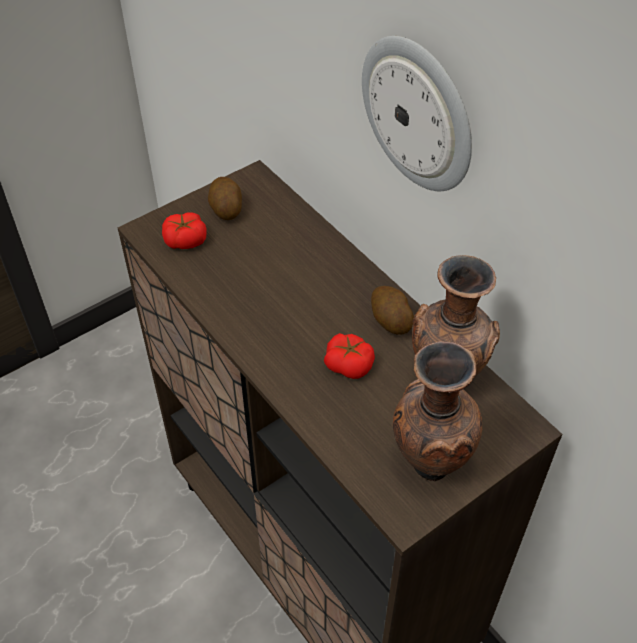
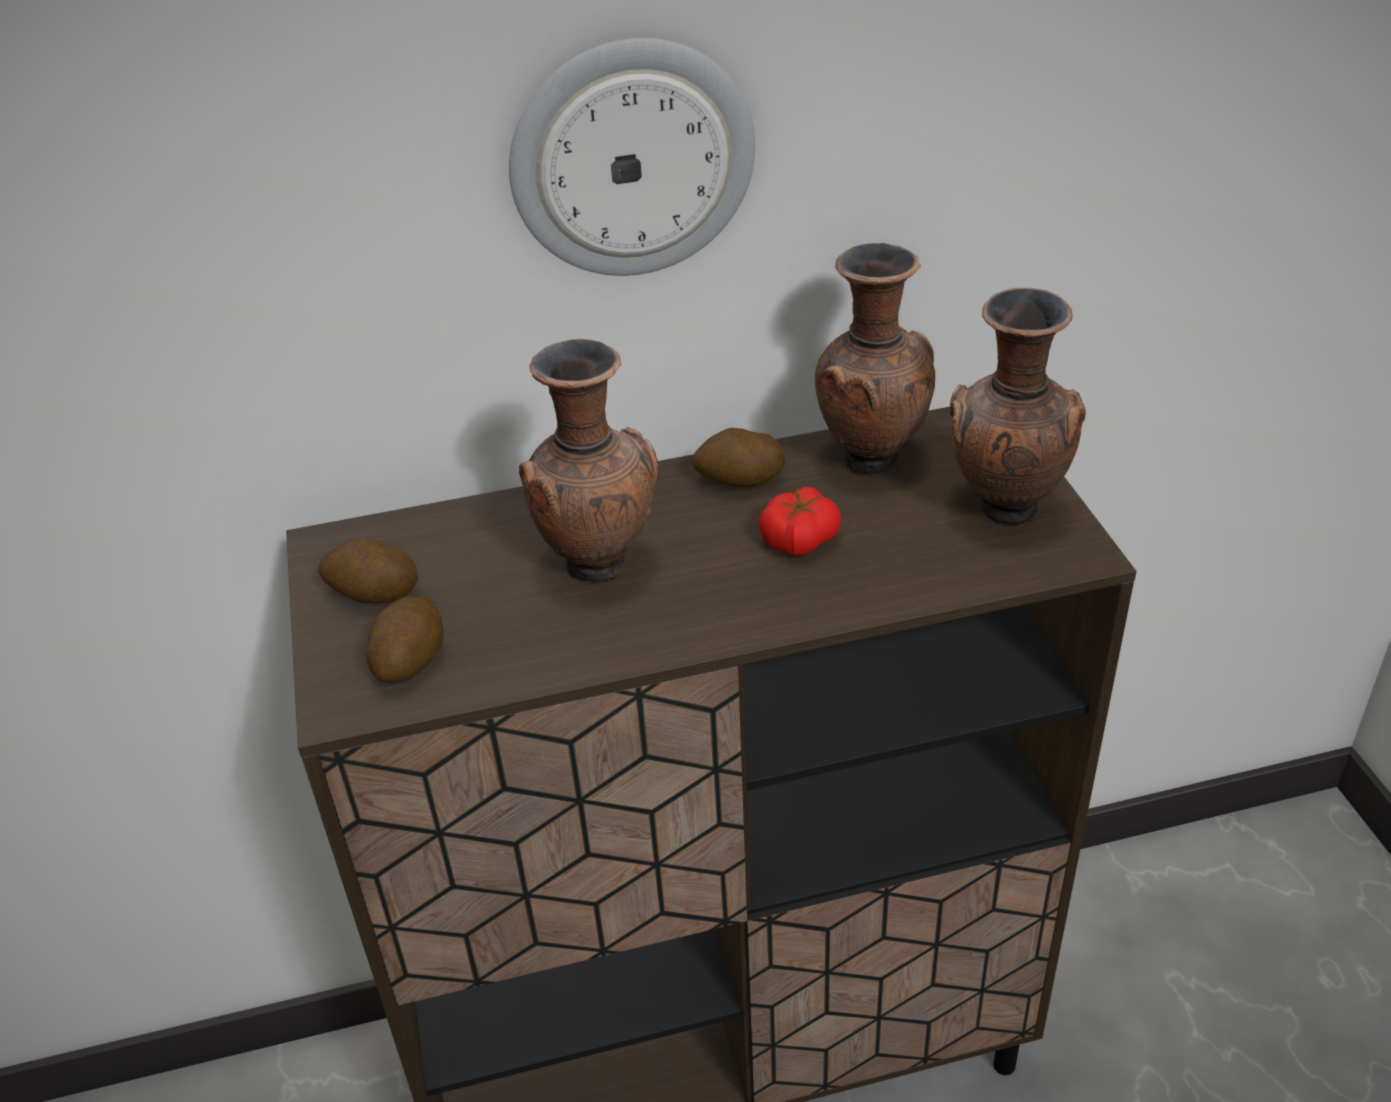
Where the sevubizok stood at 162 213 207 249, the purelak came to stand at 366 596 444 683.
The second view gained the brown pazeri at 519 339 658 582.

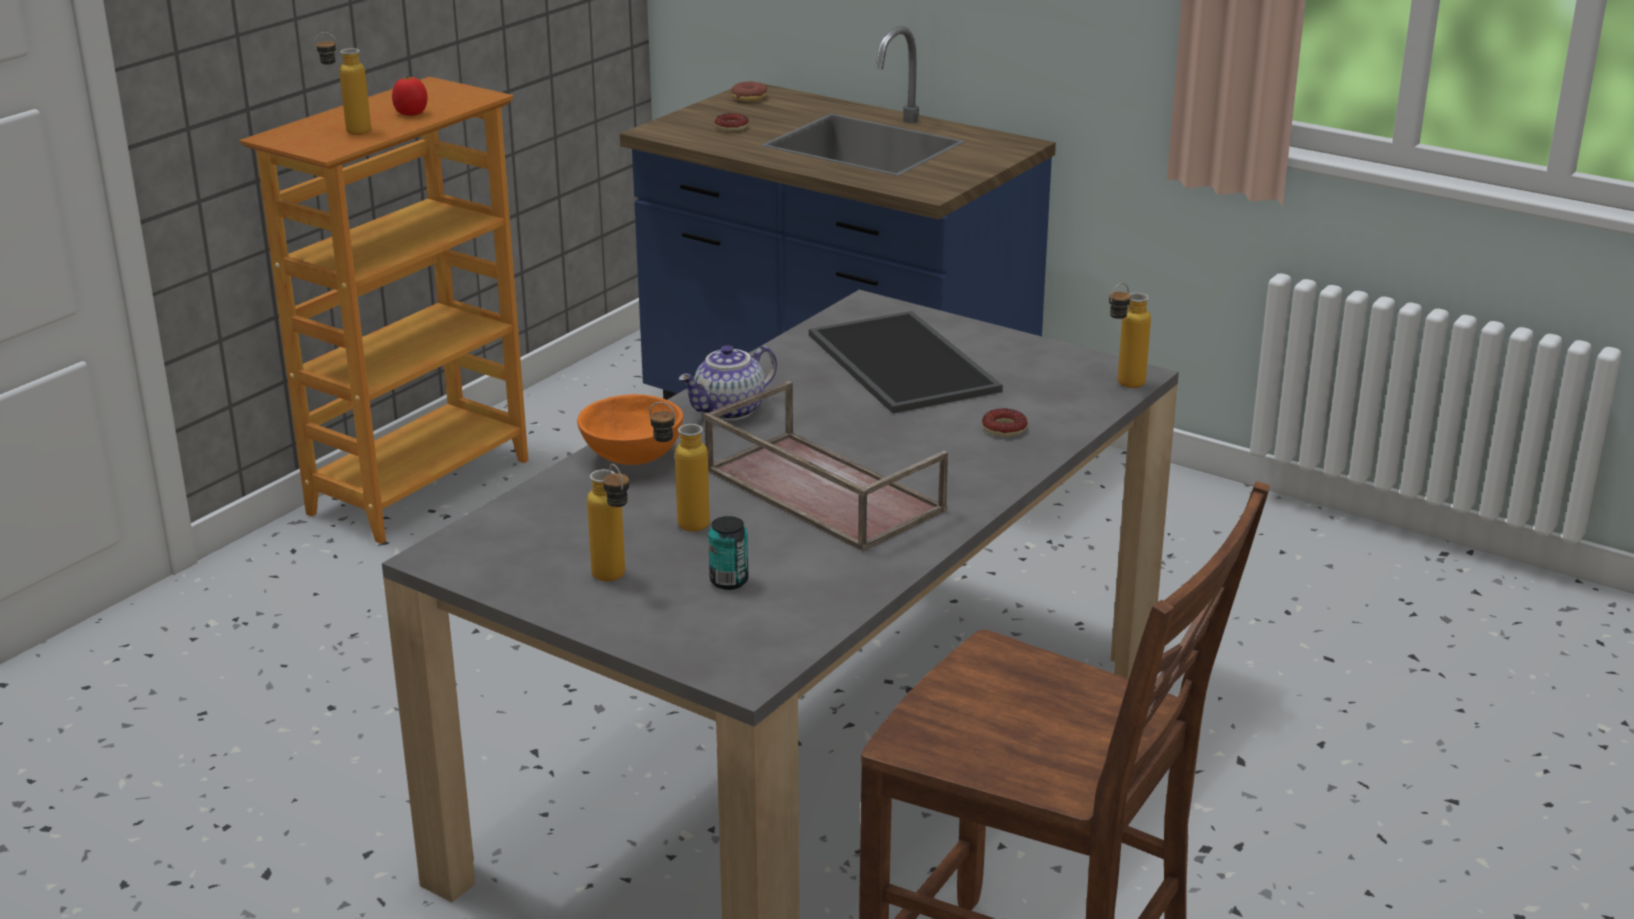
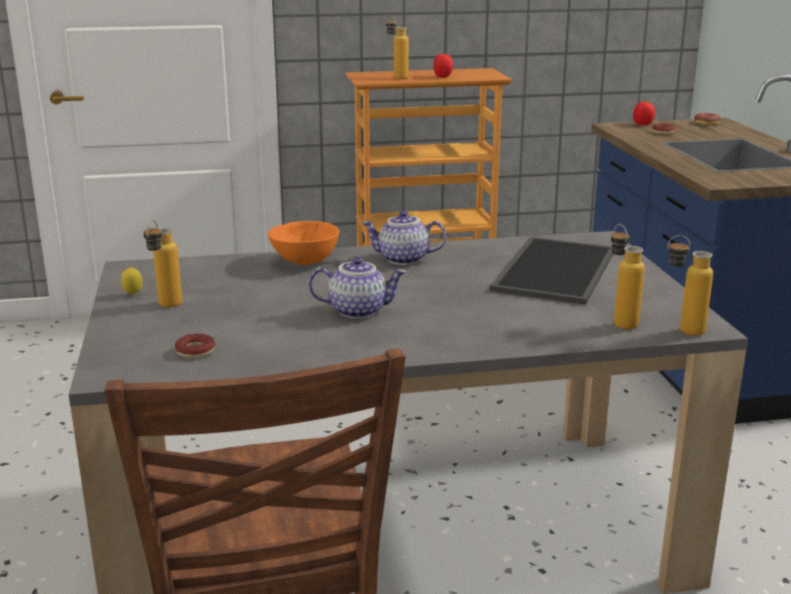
The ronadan ended up elsewhere, having gone from 650 402 710 532 to 611 224 645 329.
Where the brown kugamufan stood at 704 381 948 552, the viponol came to stand at 309 257 407 319.
The second view lost the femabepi at 708 516 748 590.
The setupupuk ended up elsewhere, having gone from 982 408 1028 437 to 175 334 215 358.
The second view gained the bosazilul at 121 267 143 295.
The second view gained the sevubizok at 633 101 655 125.

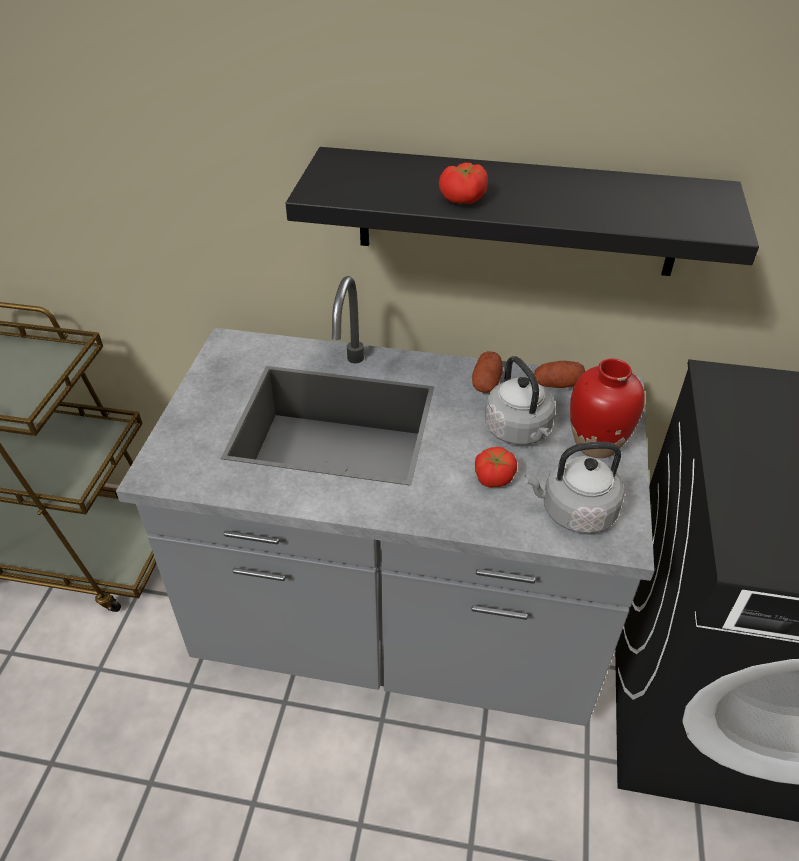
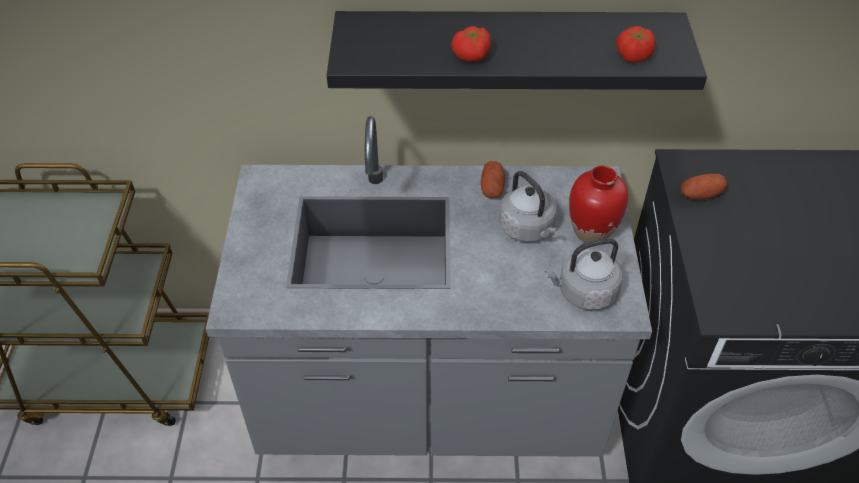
The sevubizok ended up elsewhere, having gone from 475 447 517 487 to 616 26 656 63.
The purelak ended up elsewhere, having gone from 534 361 585 388 to 681 174 727 199.

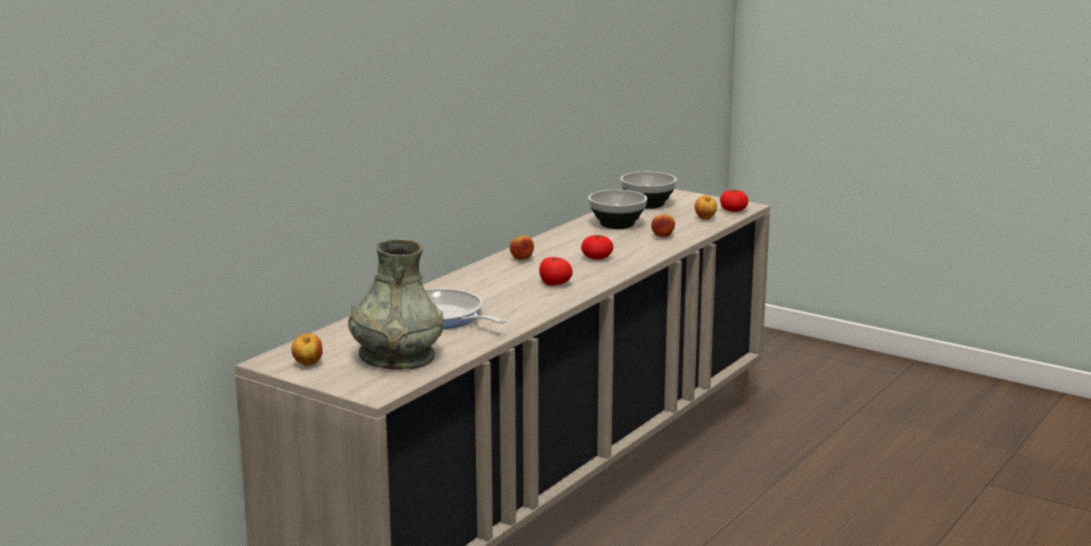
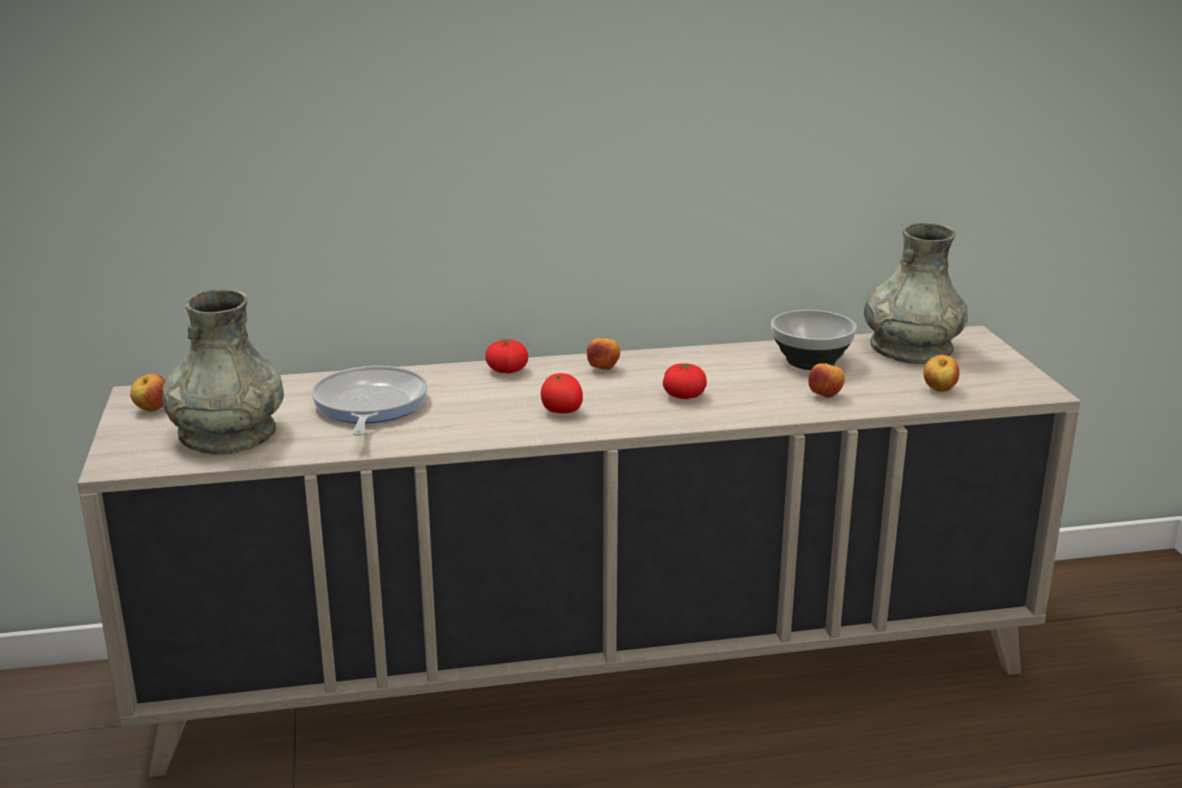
Where the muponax stood at 621 172 677 209, the grey pazeri came to stand at 864 223 968 364.
The sevubizok ended up elsewhere, having gone from 720 190 748 212 to 485 339 528 374.

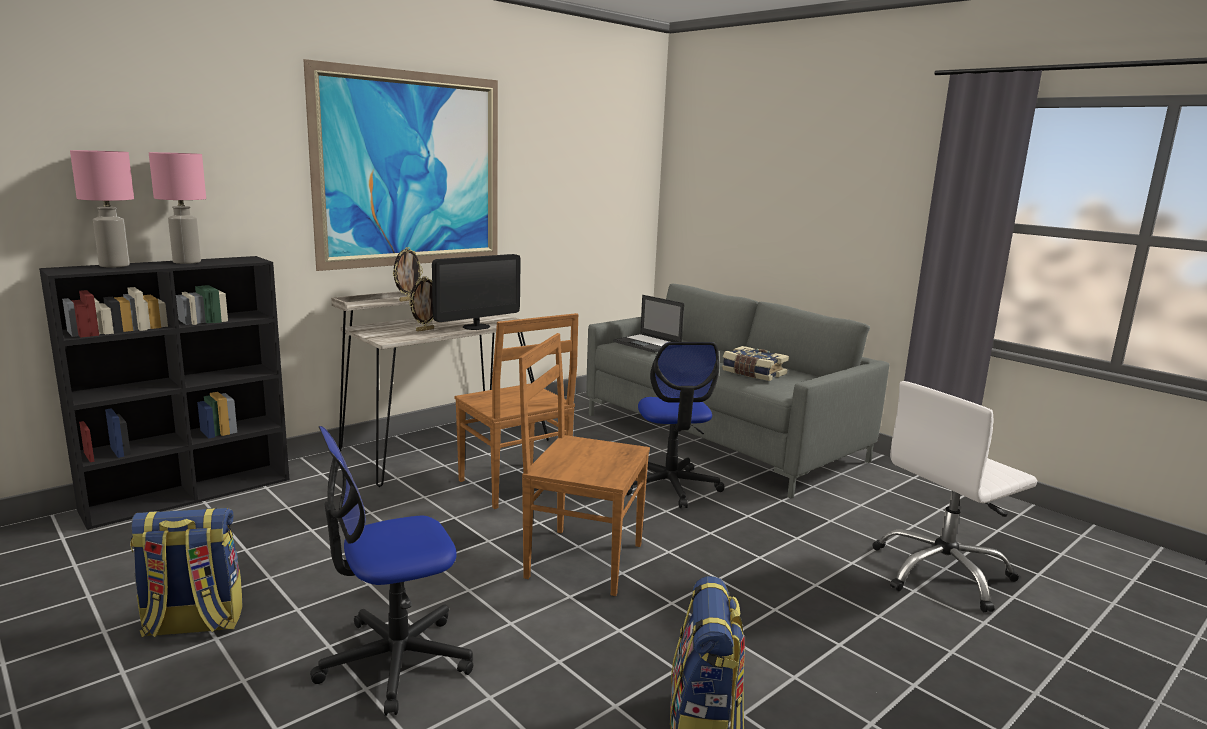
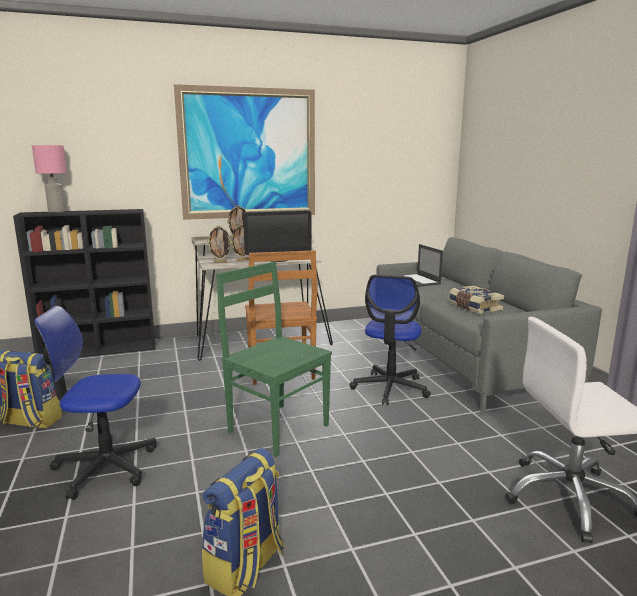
The second view lost the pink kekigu at 149 152 206 264.
What was the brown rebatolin at 519 333 650 596 turned into the green rebatolin at 216 262 332 457.
The second view gained the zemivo at 207 225 231 263.

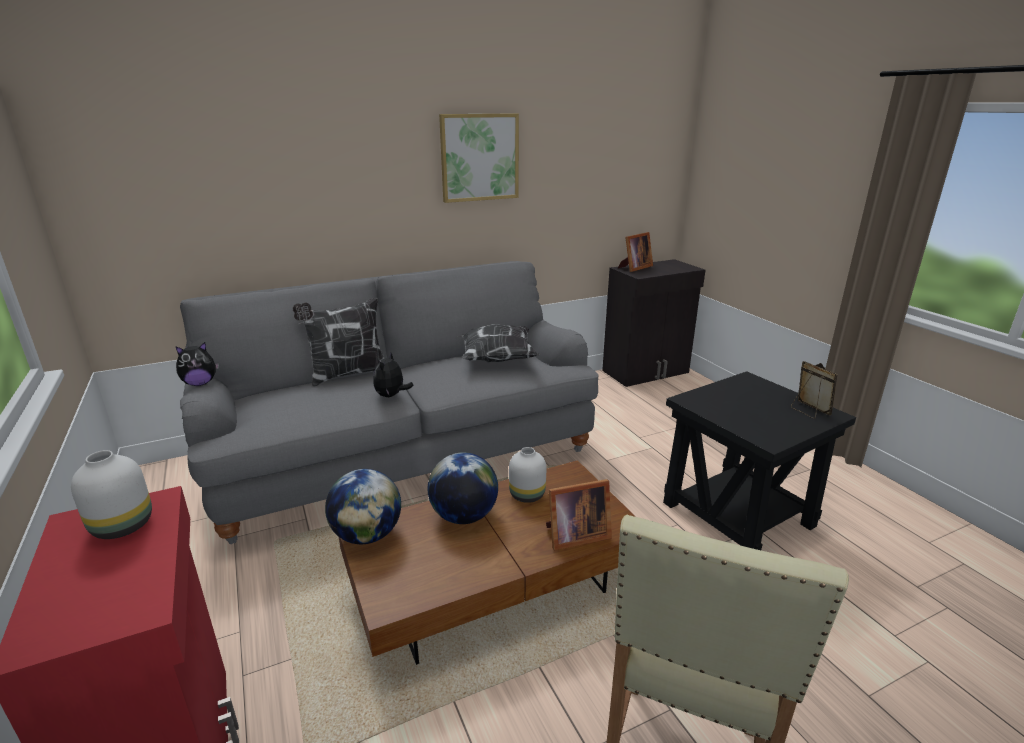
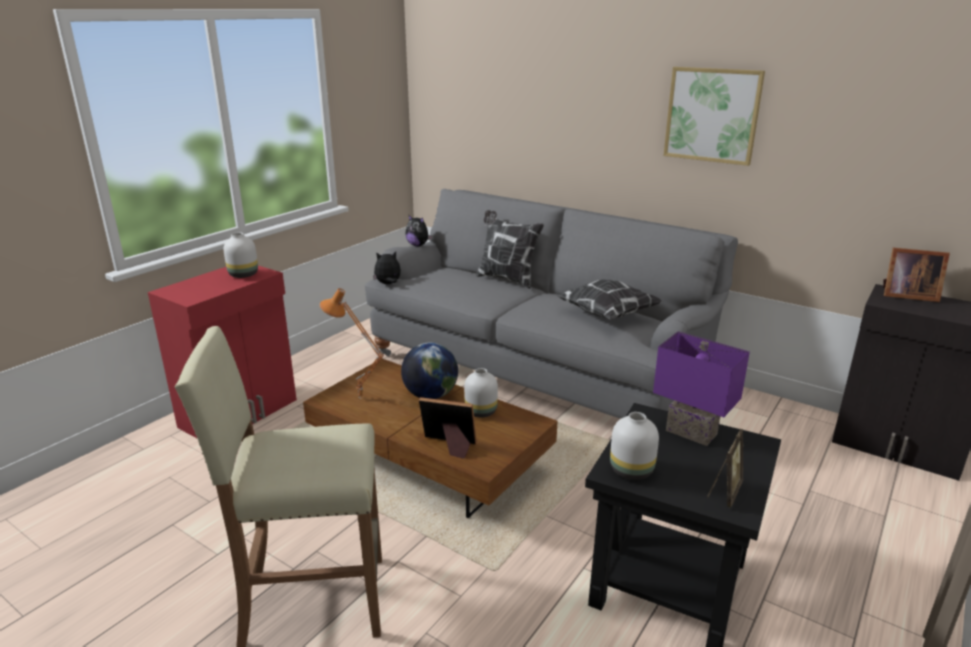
The second view lost the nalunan at 325 469 401 544.
The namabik ended up elsewhere, having gone from 373 353 413 397 to 373 251 401 284.
The zemivo at 546 479 612 550 ended up facing another way, 150 degrees clockwise from before.
The second view gained the orange kekigu at 320 288 384 399.
The second view gained the white pazeri at 610 412 659 480.
The second view gained the purple kekigu at 653 331 750 446.

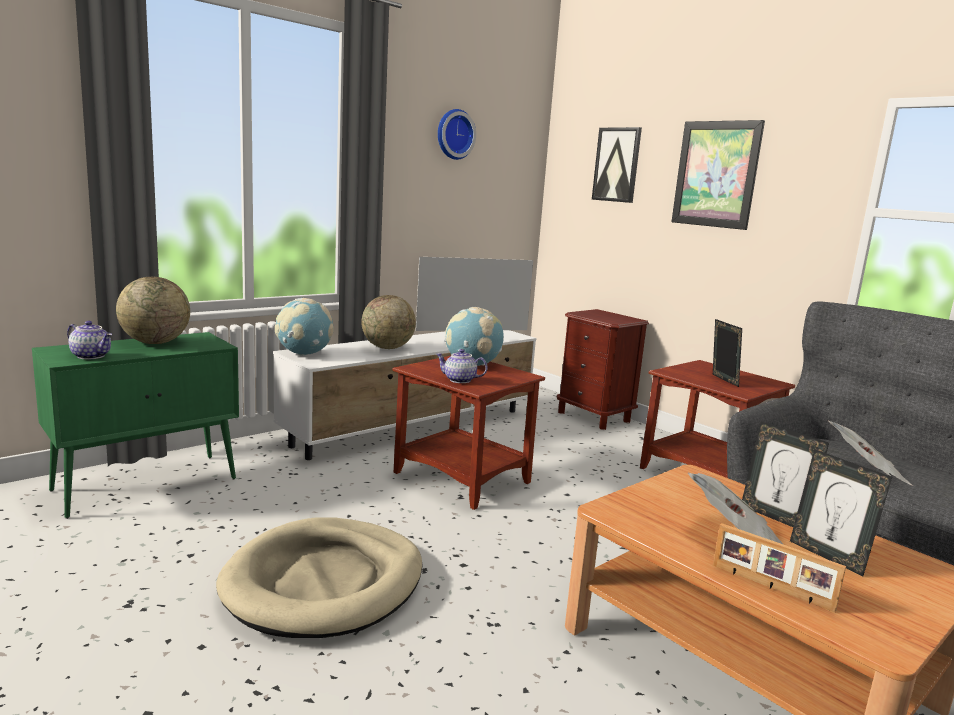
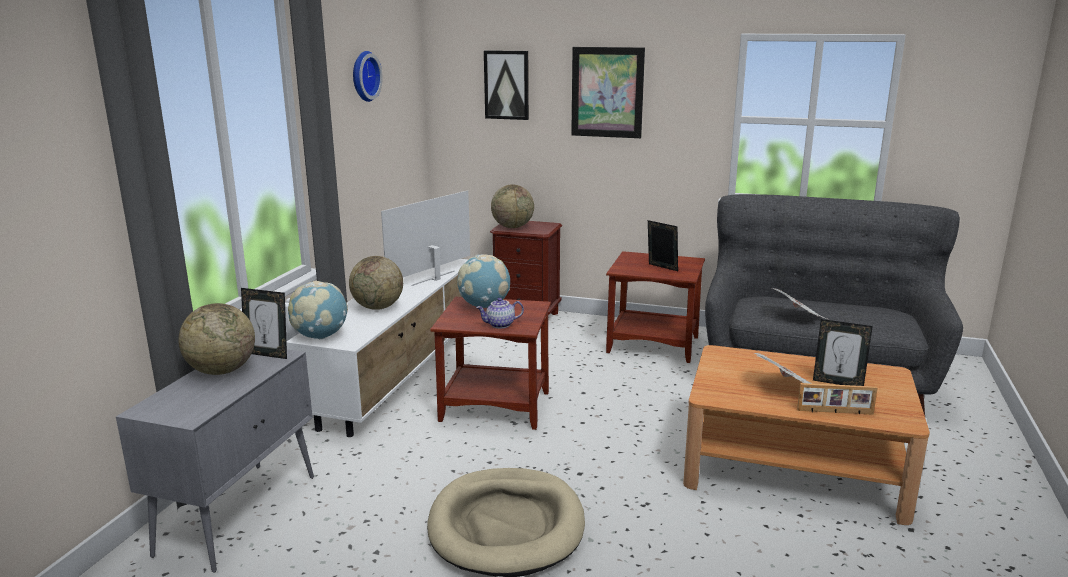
What was the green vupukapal at 32 332 239 519 turned into the grey vupukapal at 116 349 314 573.
The second view lost the viponol at 67 321 112 359.
The zemivo ended up elsewhere, having gone from 742 422 829 527 to 241 288 287 359.
The second view gained the nalunan at 491 184 534 228.

